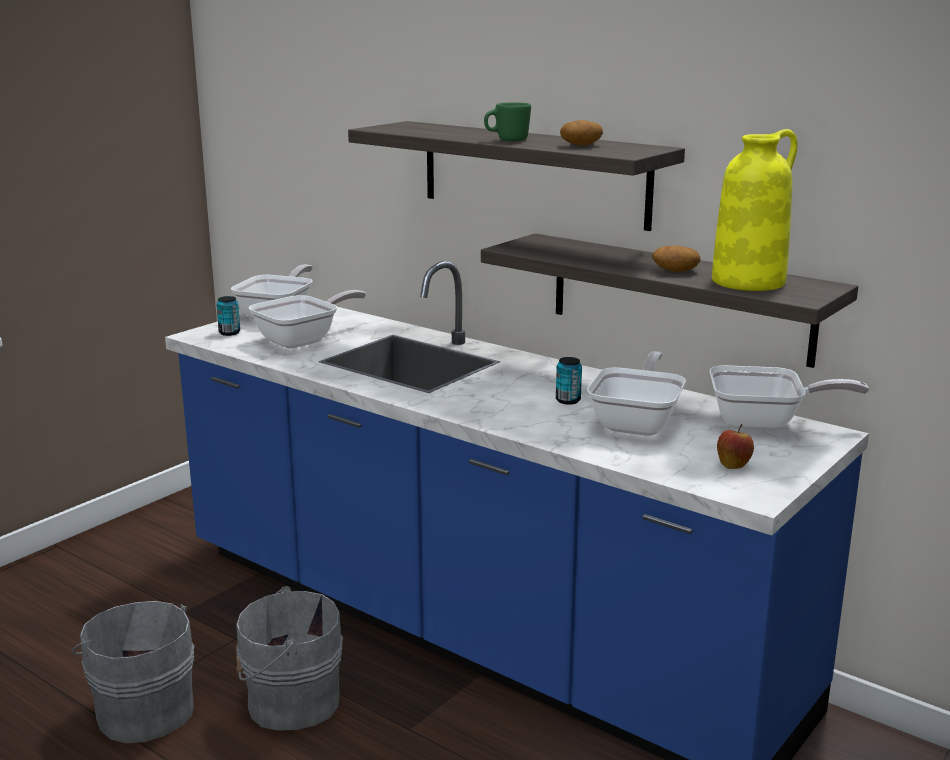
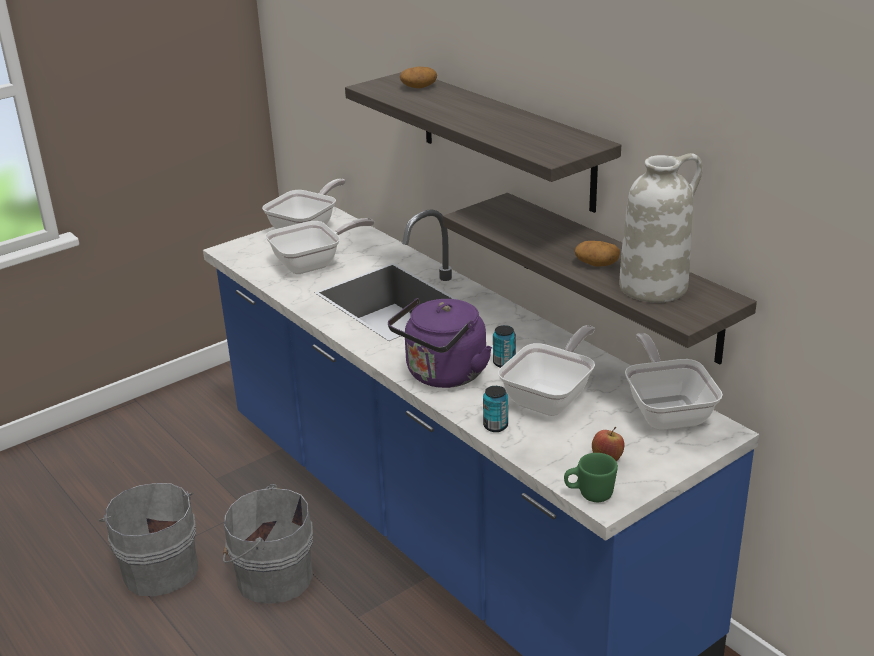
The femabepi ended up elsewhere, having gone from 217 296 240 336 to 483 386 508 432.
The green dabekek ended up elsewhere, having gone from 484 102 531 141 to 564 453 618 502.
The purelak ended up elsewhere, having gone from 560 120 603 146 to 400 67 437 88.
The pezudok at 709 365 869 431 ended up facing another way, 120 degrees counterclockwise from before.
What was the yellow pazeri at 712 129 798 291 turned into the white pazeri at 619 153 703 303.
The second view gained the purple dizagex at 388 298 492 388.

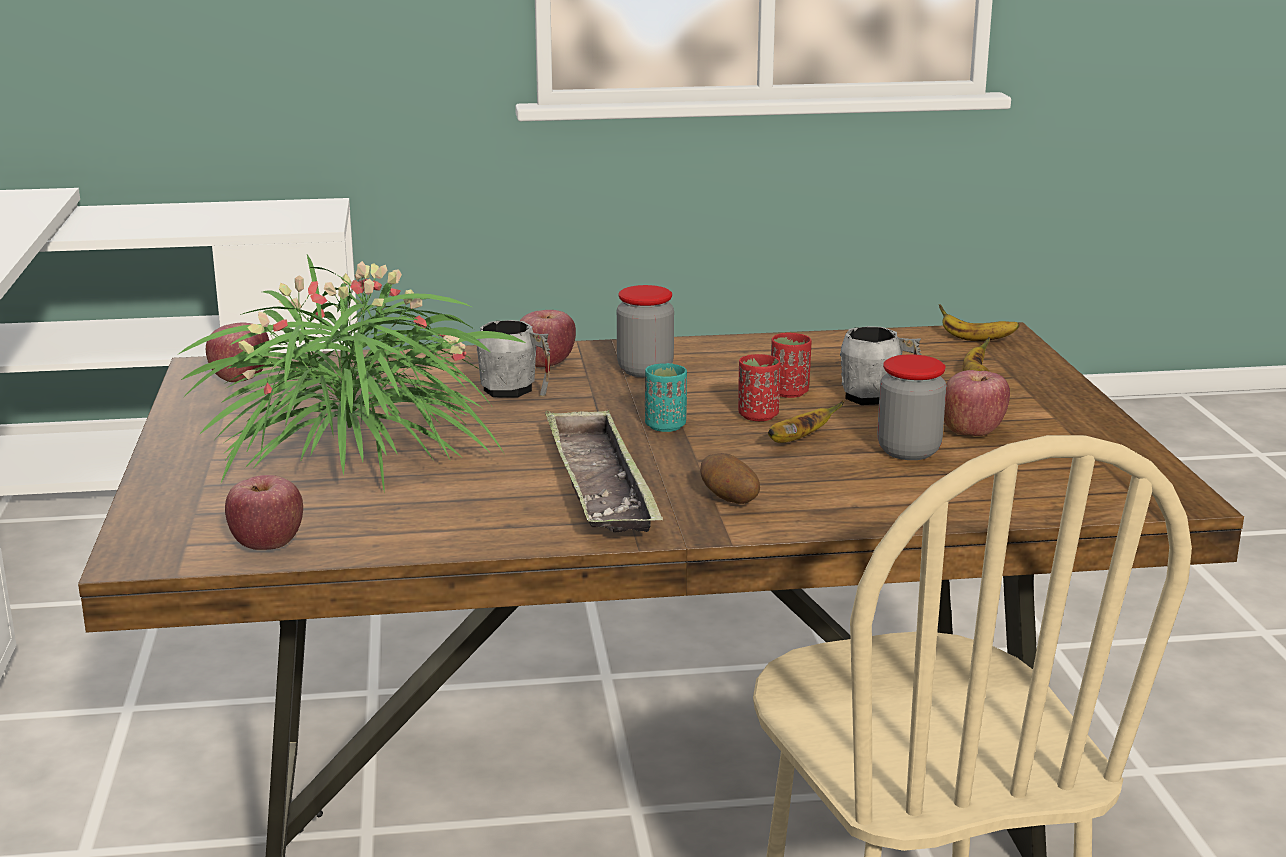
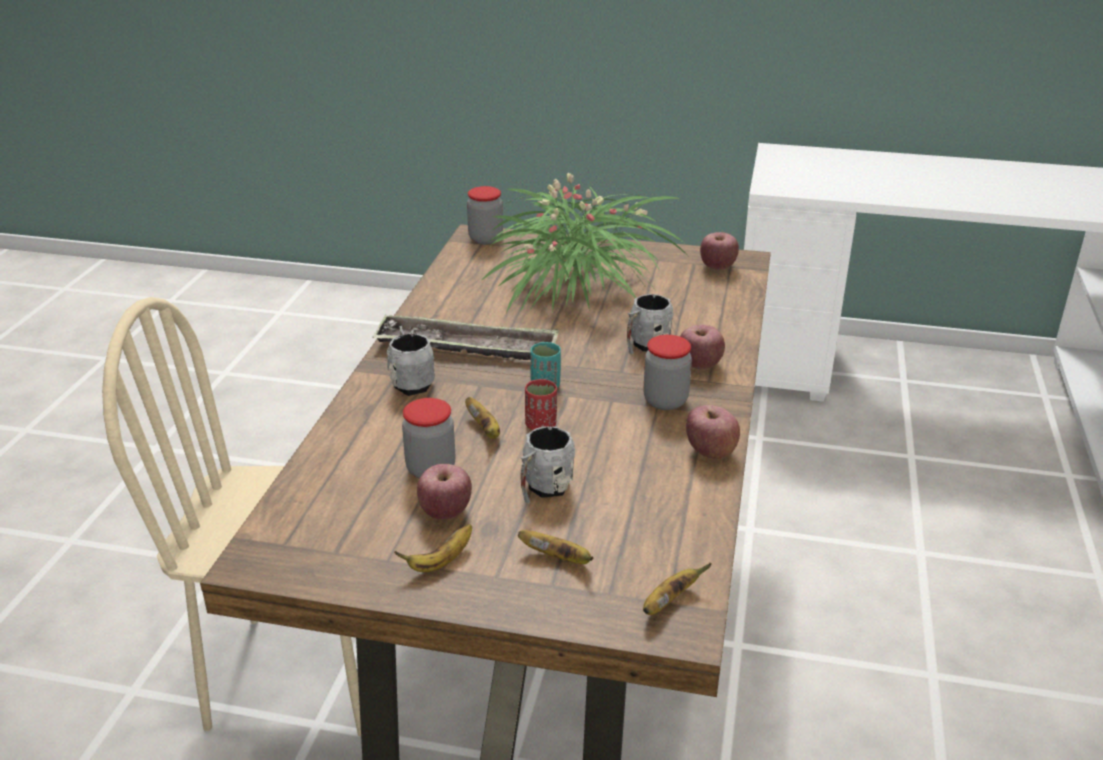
The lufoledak ended up elsewhere, having gone from 225 475 303 550 to 686 405 740 459.
Where the purelak stood at 700 453 760 504, the grey dabekek came to stand at 387 326 435 396.
The second view lost the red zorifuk at 771 333 812 398.
The second view gained the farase at 394 524 472 572.
The second view gained the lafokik at 467 186 503 244.

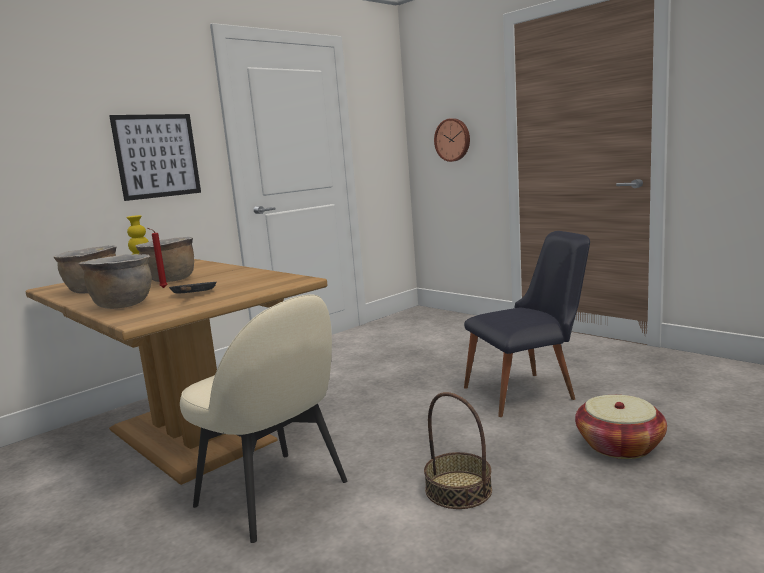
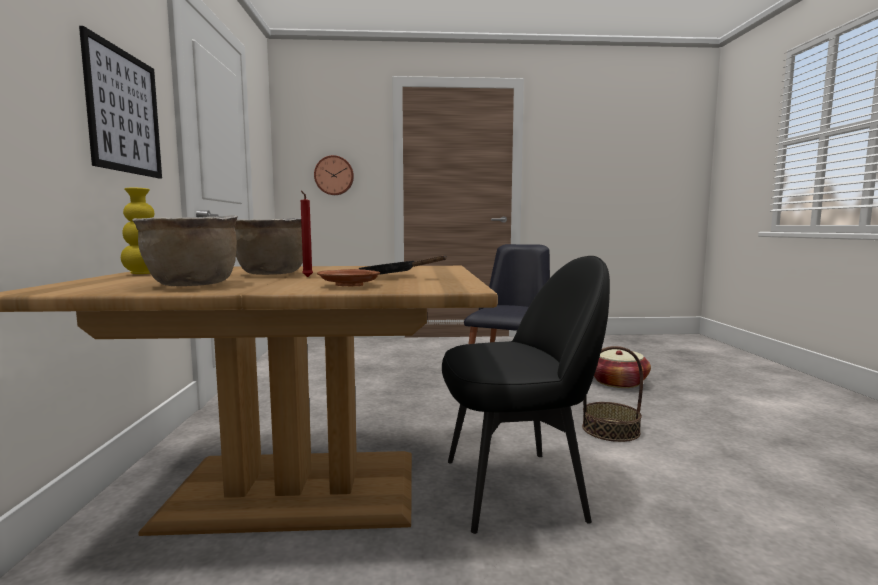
Where the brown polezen stood at 79 254 152 309, the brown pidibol came to stand at 317 269 380 286.
What was the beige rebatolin at 180 294 347 543 turned into the black rebatolin at 442 256 610 534.

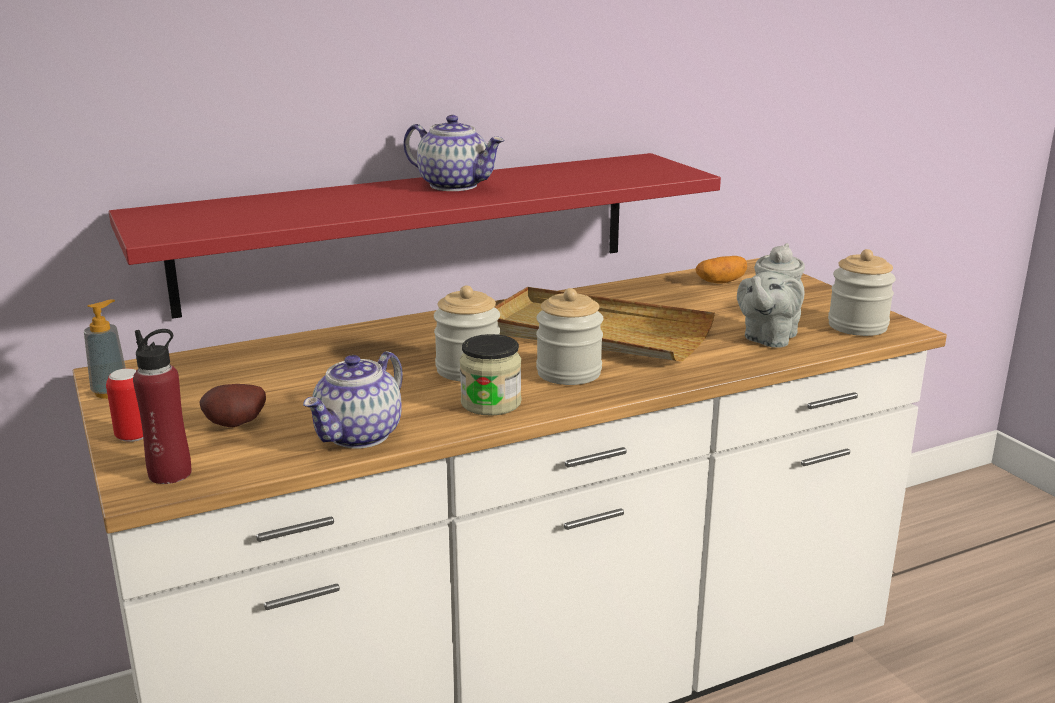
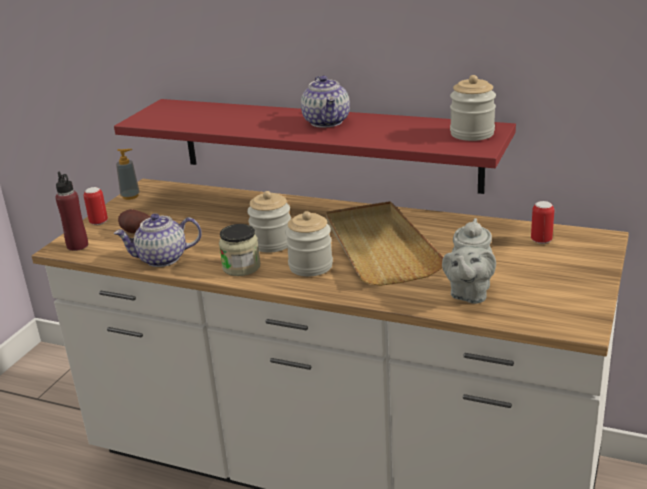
Where the purelak stood at 695 256 747 284, the femabepi came to stand at 531 201 554 244.
The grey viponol at 737 243 805 348 ended up facing another way, 60 degrees counterclockwise from before.
The lafokik ended up elsewhere, having gone from 828 249 896 336 to 450 75 496 141.

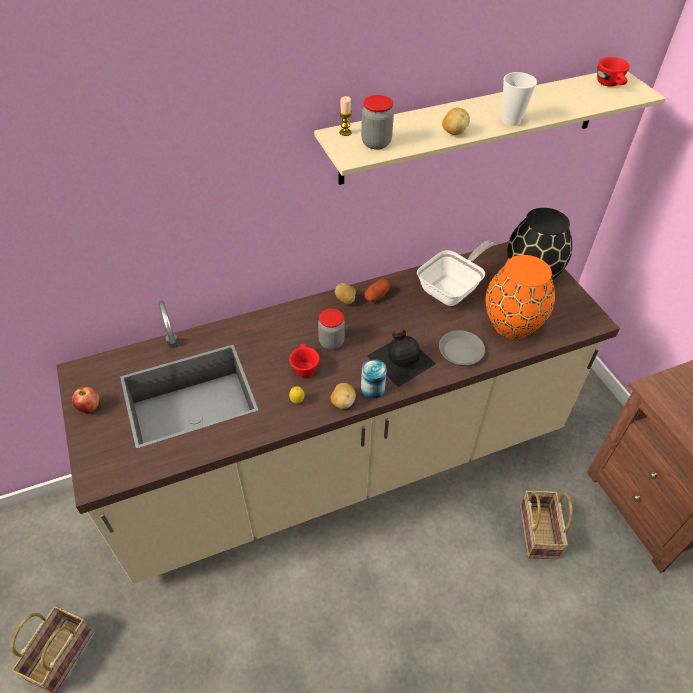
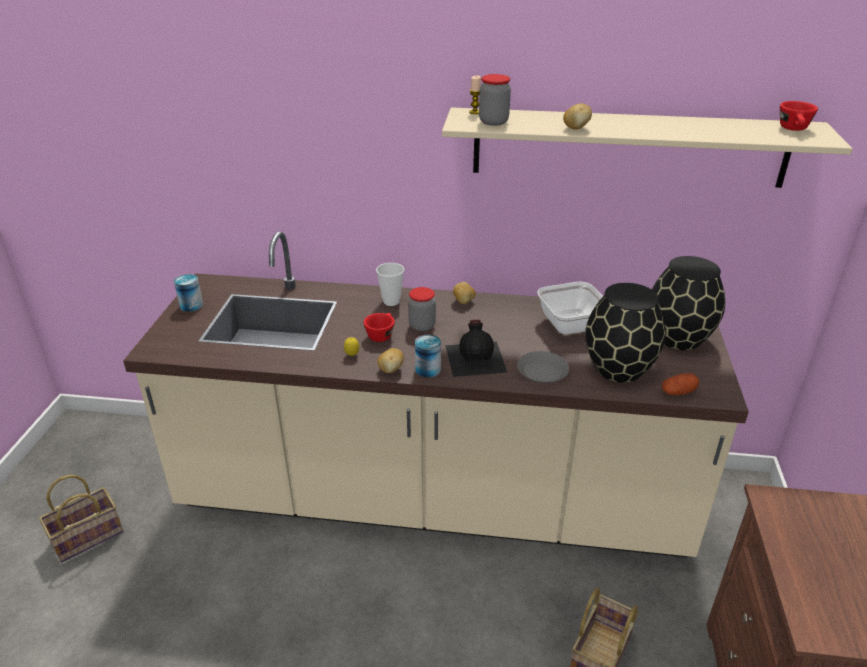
Where the lufoledak stood at 72 387 99 414, the femabepi came to stand at 174 274 203 312.
The purelak ended up elsewhere, having gone from 364 279 390 301 to 661 373 699 395.
What was the orange pazeri at 485 255 555 339 turned into the black pazeri at 585 283 665 383.
The zorifuk ended up elsewhere, having gone from 502 72 537 126 to 376 263 404 306.

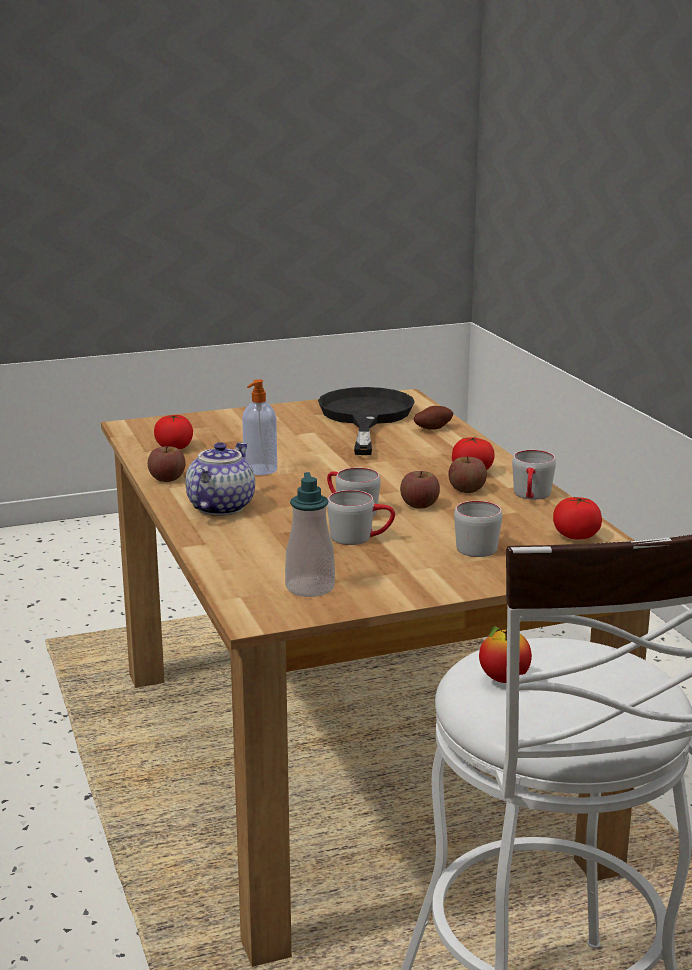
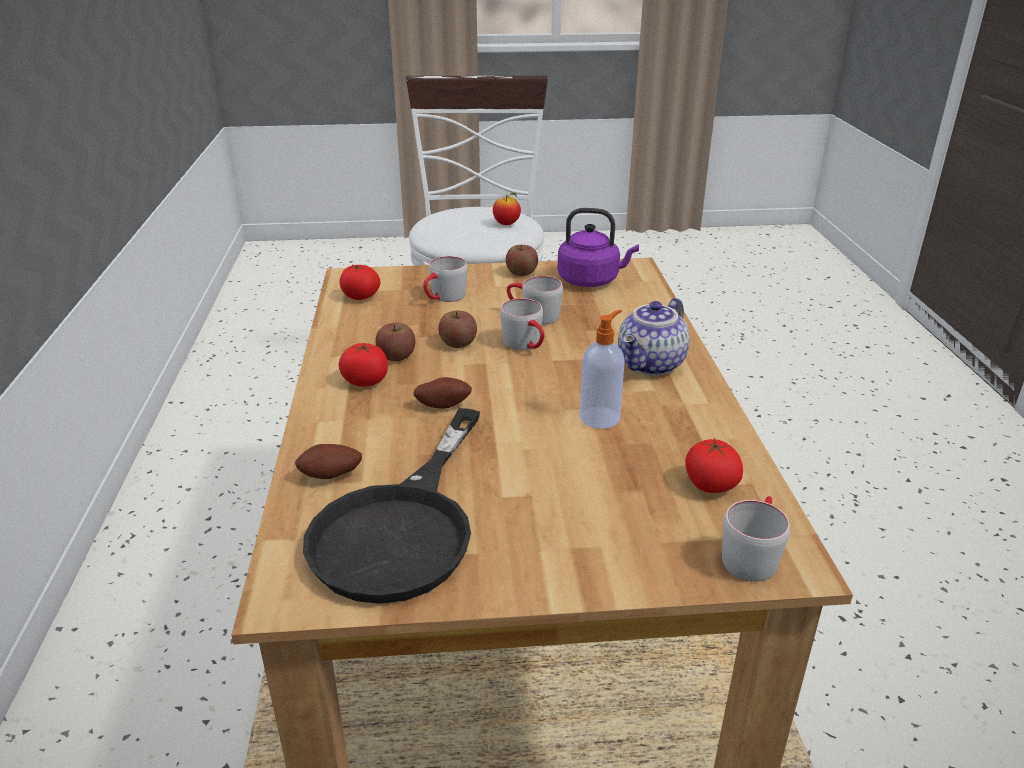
The lufoledak ended up elsewhere, having gone from 148 446 185 482 to 506 245 538 276.
Where the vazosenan stood at 285 472 335 597, the purple dizagex came to stand at 558 208 639 287.
The grey dabekek ended up elsewhere, having gone from 512 450 556 500 to 722 496 790 582.
The second view gained the purelak at 414 377 472 409.

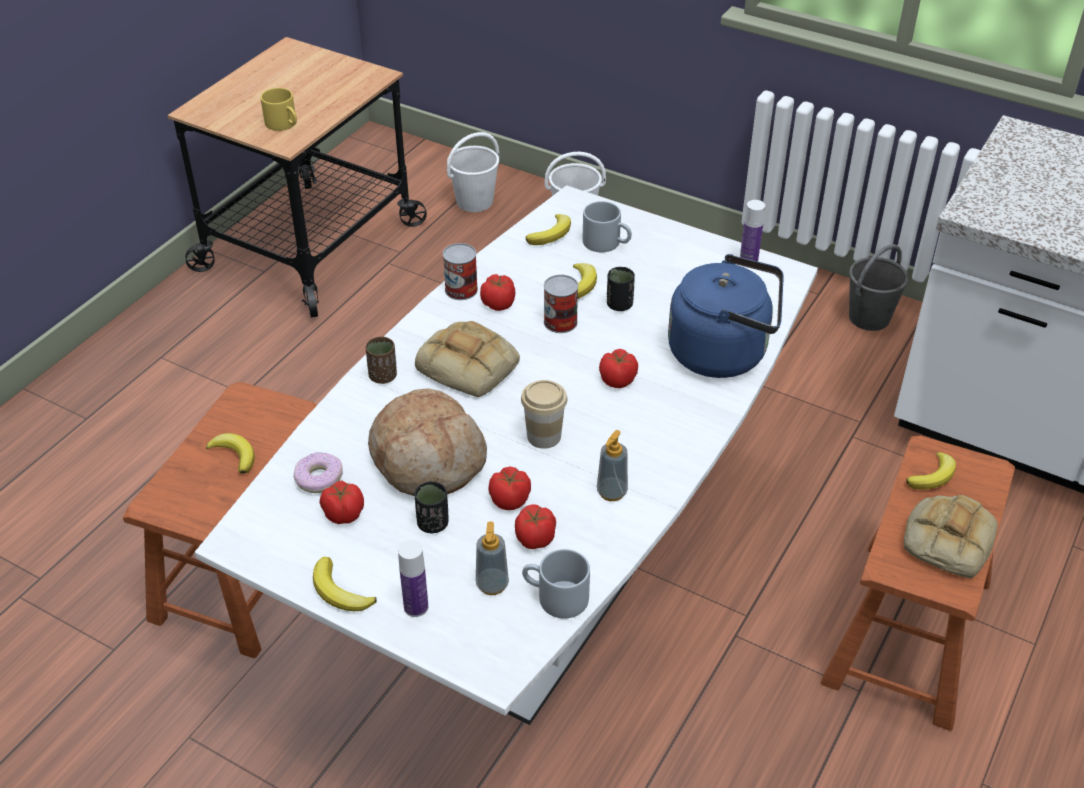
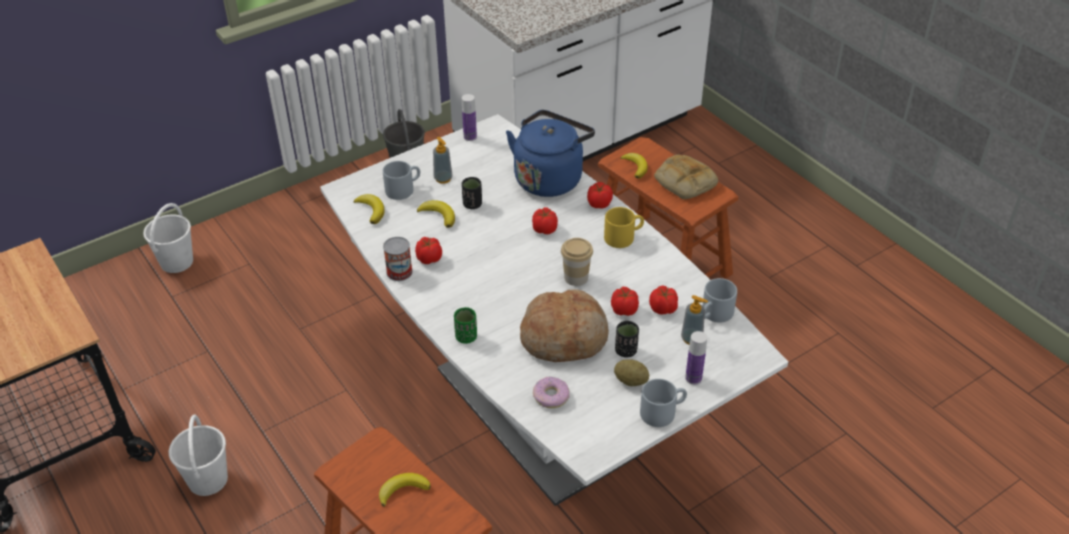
The yellow dabekek ended up elsewhere, having gone from 261 88 297 131 to 604 207 644 248.
Where the farase stood at 313 557 377 611, the grey dabekek came to stand at 640 379 687 427.
The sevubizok ended up elsewhere, having gone from 320 481 364 524 to 587 182 613 209.
What was the brown zorifuk at 366 337 397 384 turned into the green zorifuk at 454 307 477 344.
The second view lost the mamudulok at 415 321 520 398.
The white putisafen ended up elsewhere, having gone from 447 132 499 212 to 169 415 228 496.
The second view lost the femabepi at 544 275 578 333.
The vazosenan ended up elsewhere, having gone from 597 430 628 501 to 433 137 452 184.
The second view gained the purelak at 614 359 649 386.

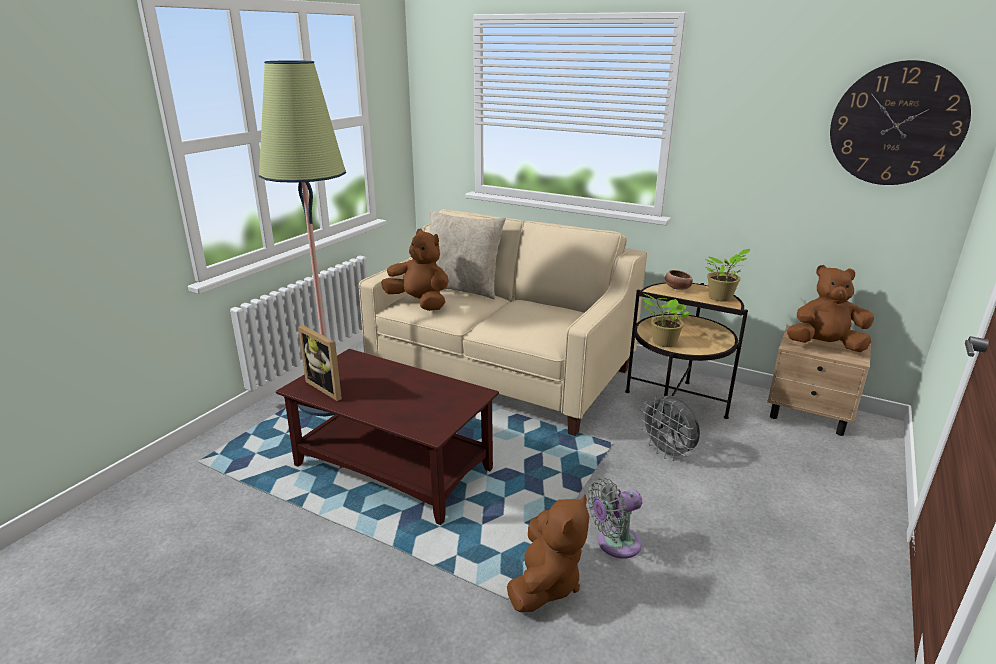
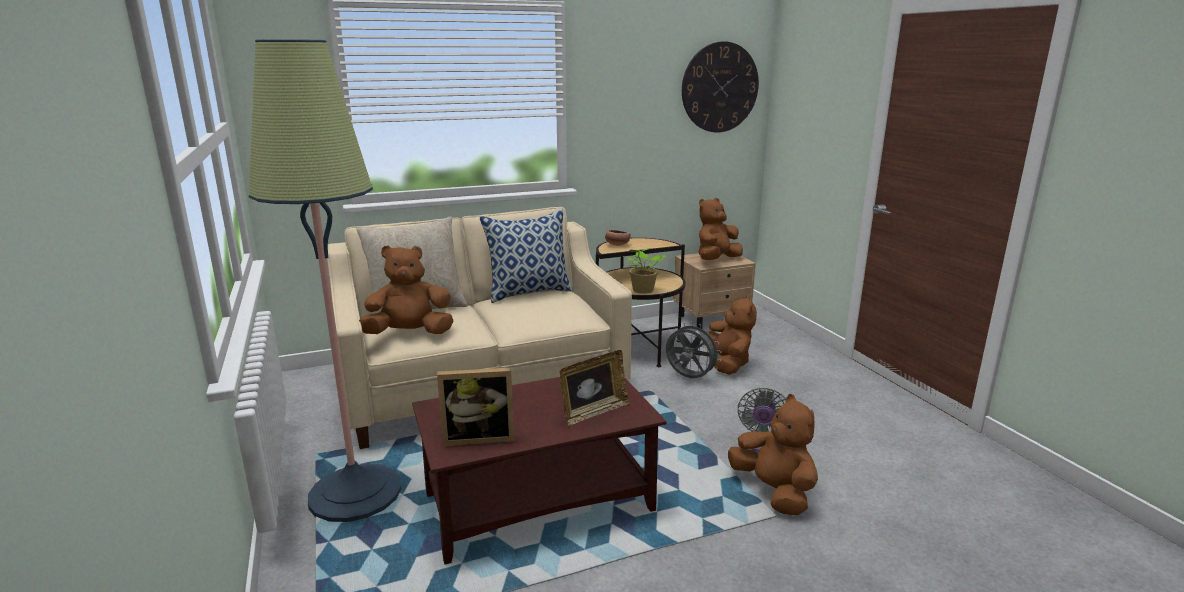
The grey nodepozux at 640 395 700 461 ended up facing another way, 150 degrees counterclockwise from before.
The second view lost the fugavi at 705 249 750 302.
The second view gained the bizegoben at 479 208 574 303.
The second view gained the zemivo at 560 350 629 425.
The second view gained the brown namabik at 704 295 757 375.

